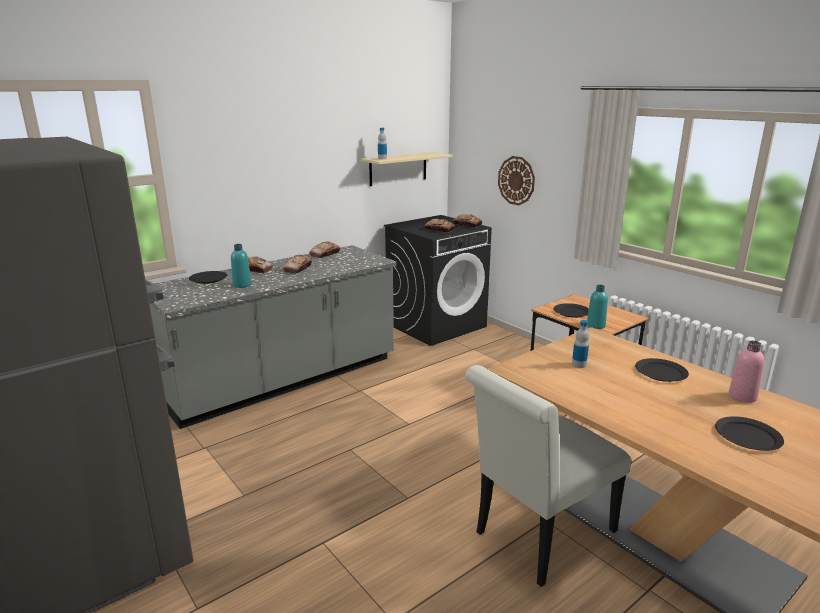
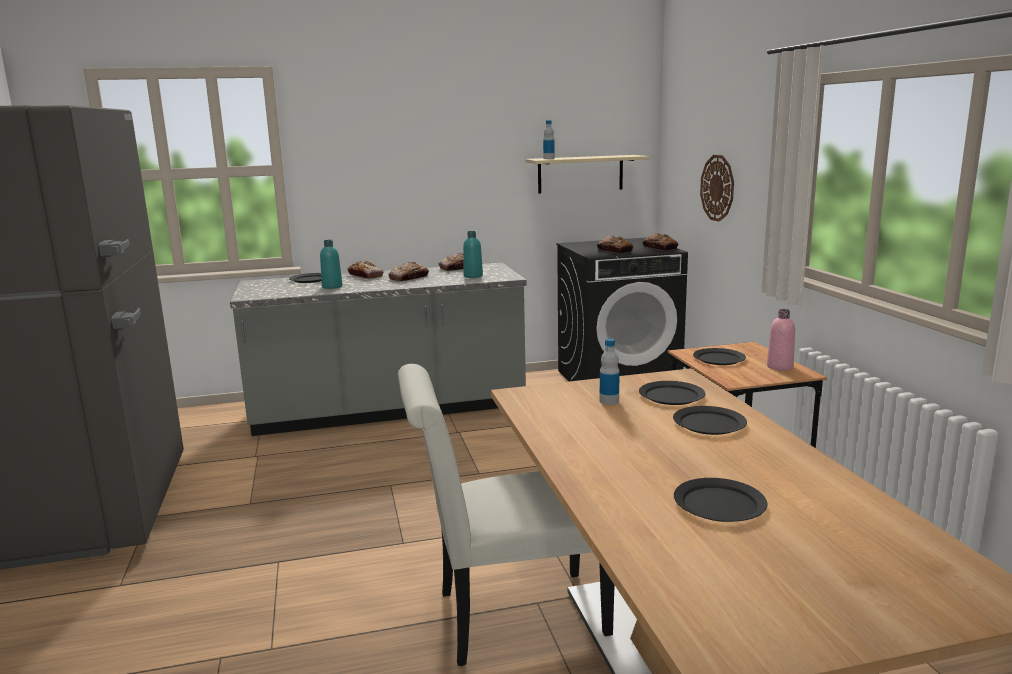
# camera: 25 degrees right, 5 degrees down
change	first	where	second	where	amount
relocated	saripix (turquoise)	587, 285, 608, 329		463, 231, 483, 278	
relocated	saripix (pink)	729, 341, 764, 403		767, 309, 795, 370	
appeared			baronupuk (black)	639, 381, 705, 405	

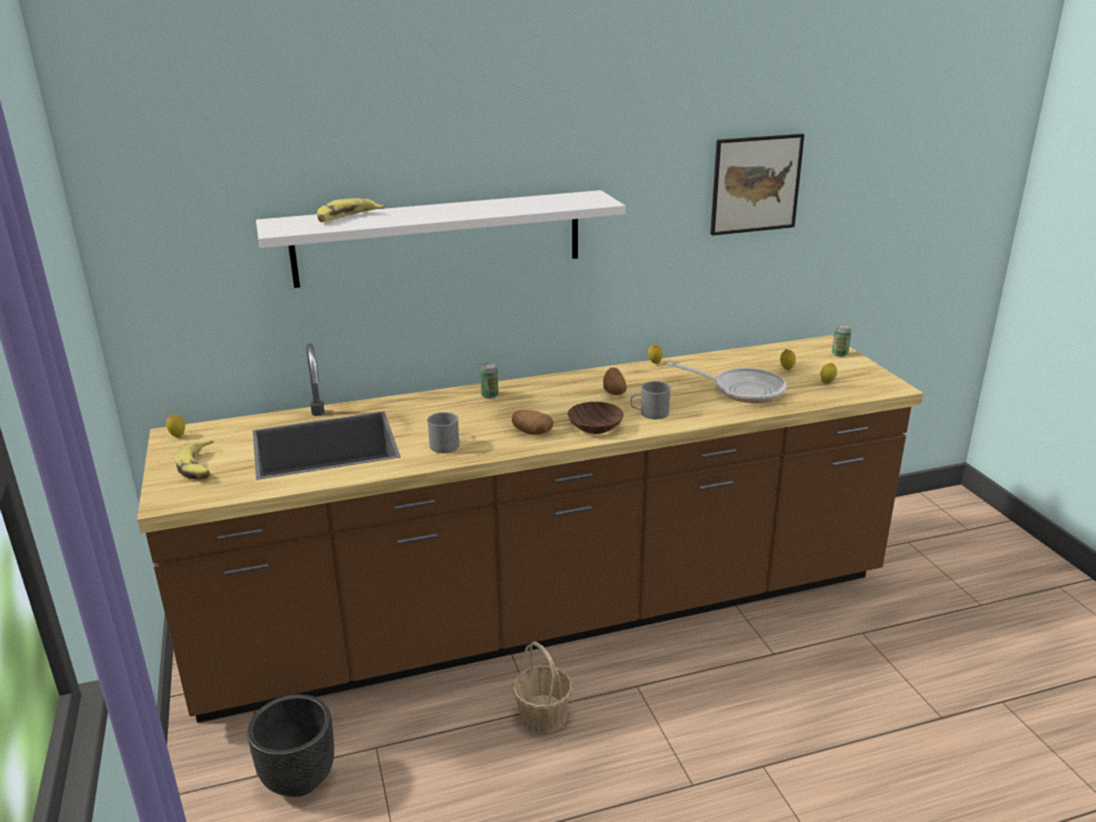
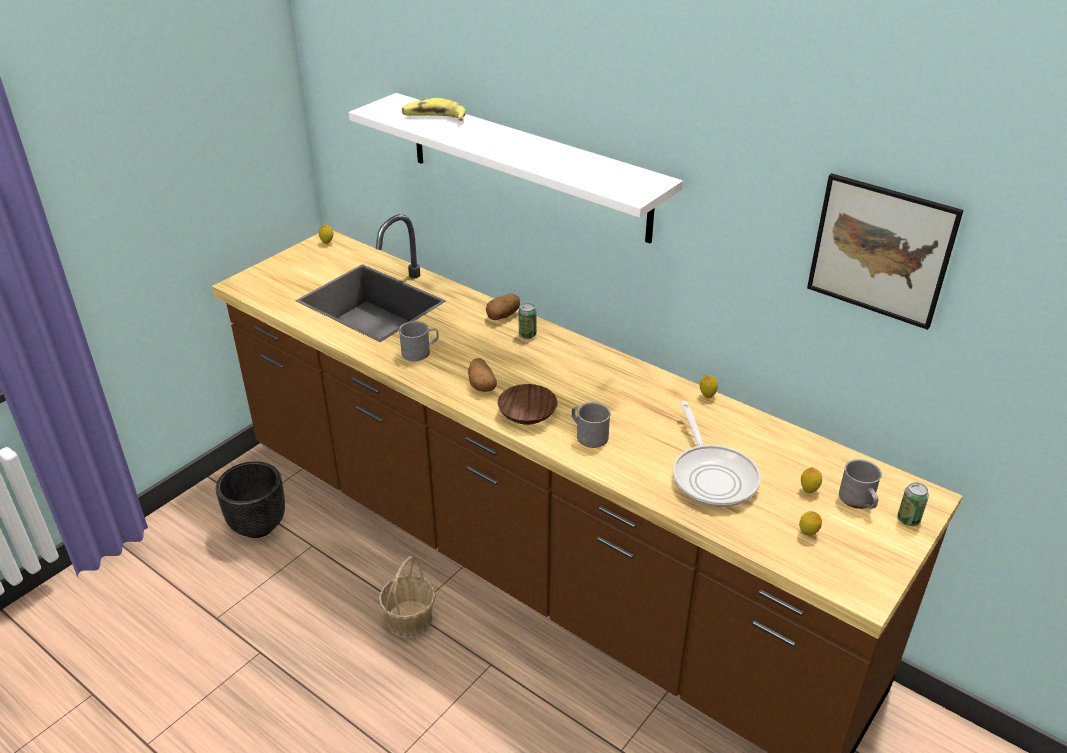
# camera: 55 degrees right, 10 degrees up
change	first	where	second	where	amount
missing	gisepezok	175, 440, 214, 479			
relocated	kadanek	603, 368, 627, 395		486, 294, 520, 320	
appeared			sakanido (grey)	839, 459, 882, 509	

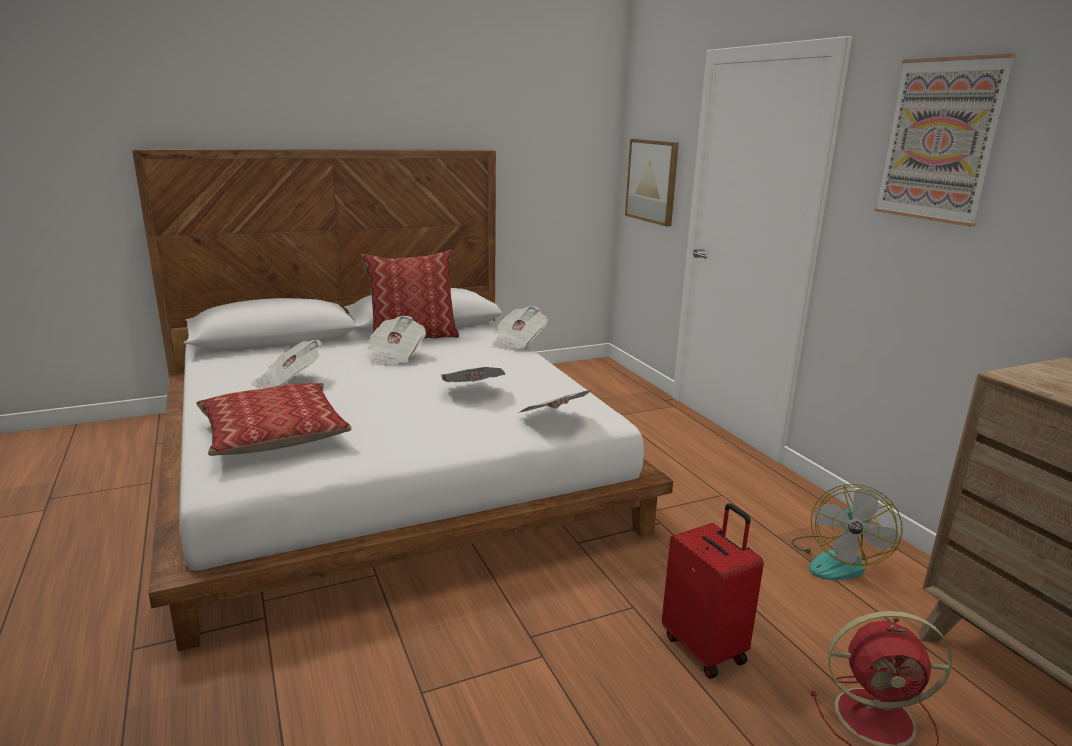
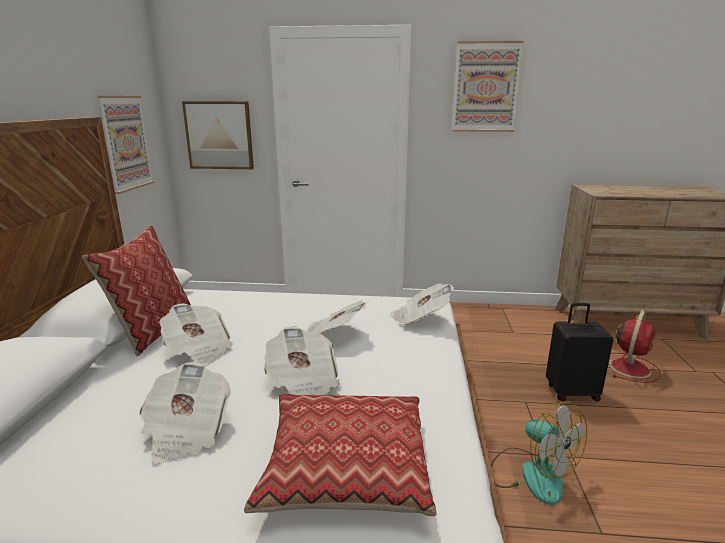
# camera: 60 degrees left, 0 degrees up
change	first	where	second	where	amount
relocated	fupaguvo	492, 306, 548, 349		264, 326, 339, 395	
colour	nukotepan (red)	662, 503, 764, 678	nukotepan (black)	546, 303, 614, 401	
relocated	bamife	791, 484, 903, 580		491, 402, 587, 505	
appeared			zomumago	98, 96, 154, 194	

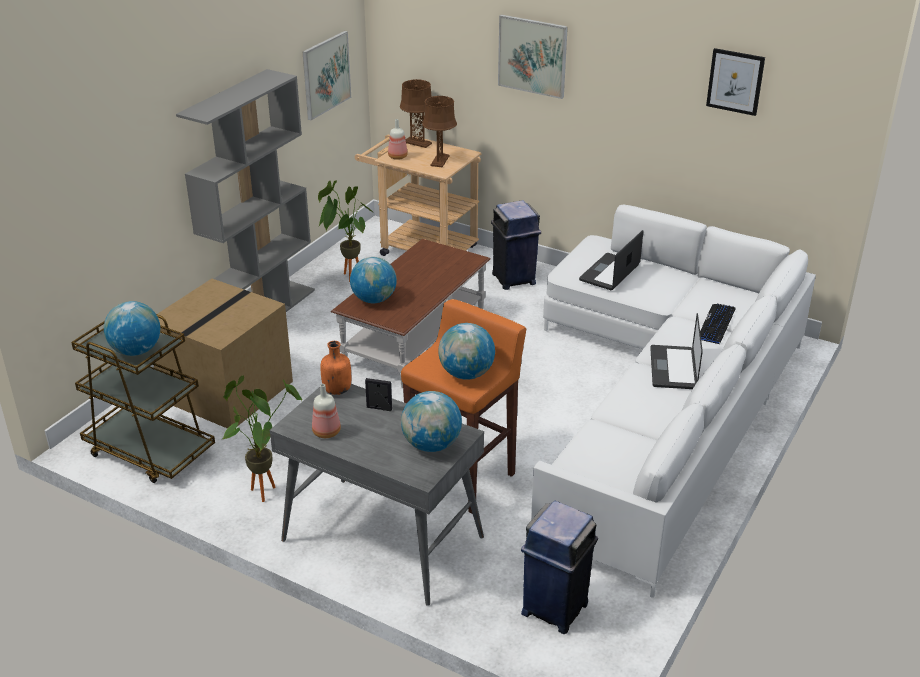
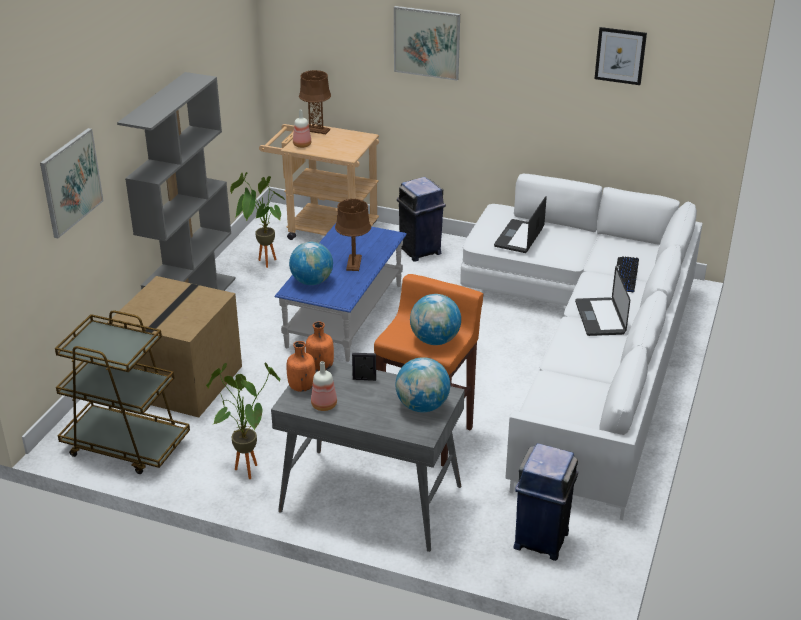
# camera: 10 degrees left, 0 degrees up
change	first	where	second	where	amount
missing	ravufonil	104, 301, 160, 356			
relocated	zomumago	302, 31, 351, 120		40, 128, 104, 238	
colour	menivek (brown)	331, 239, 491, 388	menivek (blue)	274, 223, 407, 362	
relocated	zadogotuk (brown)	422, 96, 457, 167		335, 199, 371, 271	
appeared			saripix (orange)	286, 341, 315, 392	

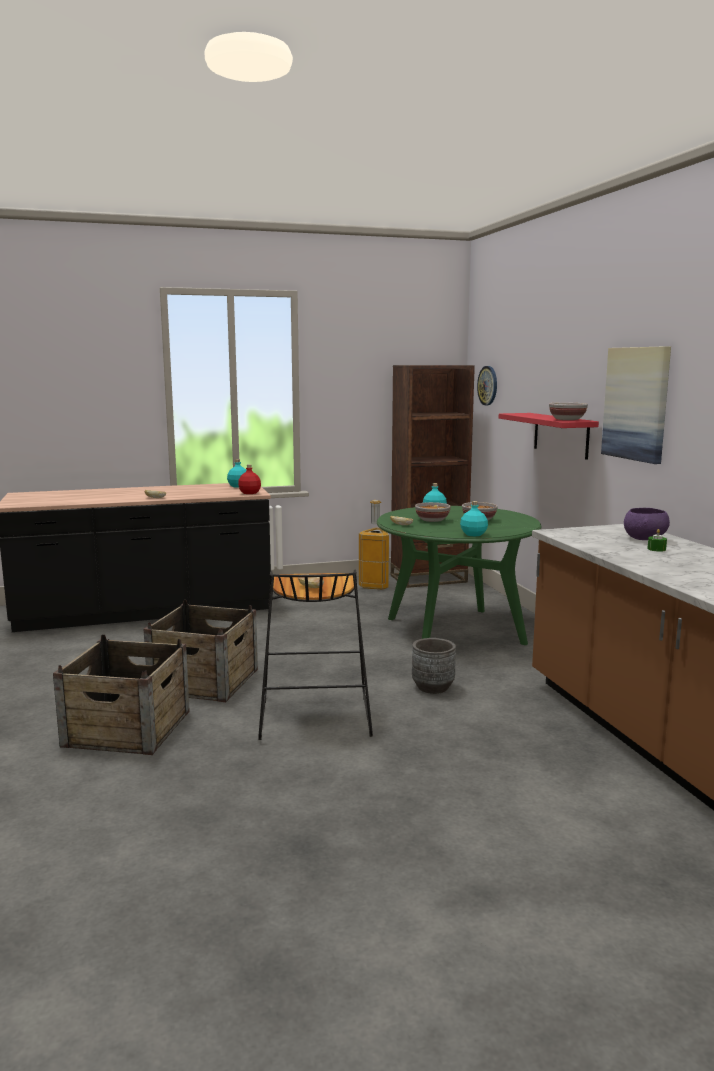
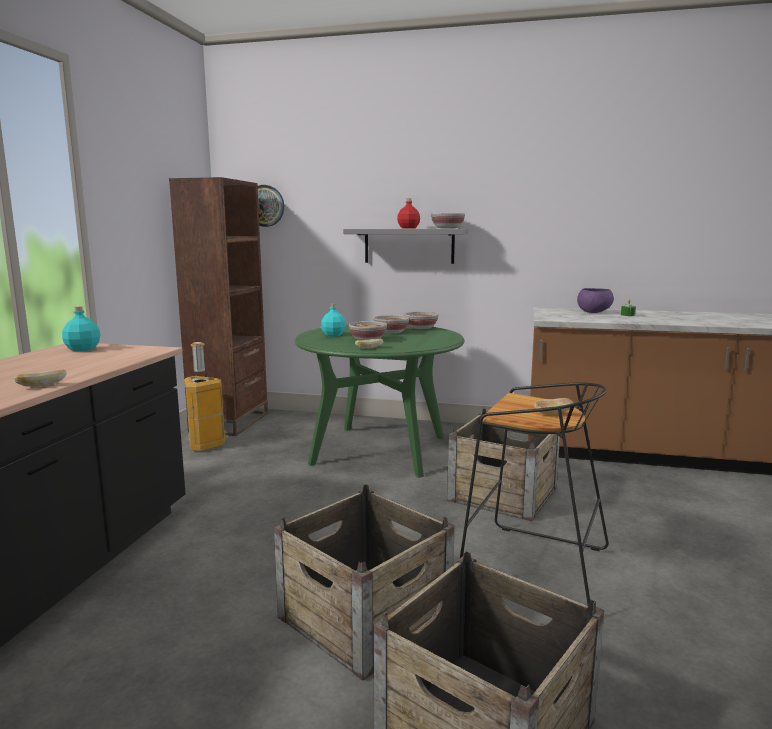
# camera: 60 degrees left, 0 degrees up
change	first	where	second	where	amount
relocated	saripix (red)	238, 464, 261, 494		397, 198, 420, 229	
exchanged	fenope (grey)	412, 638, 456, 694	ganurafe	447, 409, 560, 521	
missing	saripix (turquoise)	460, 501, 488, 536			
colour	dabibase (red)	499, 413, 599, 460	dabibase (grey)	343, 229, 468, 264	
missing	zomumago	601, 346, 671, 464			
appeared			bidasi	404, 312, 438, 329	

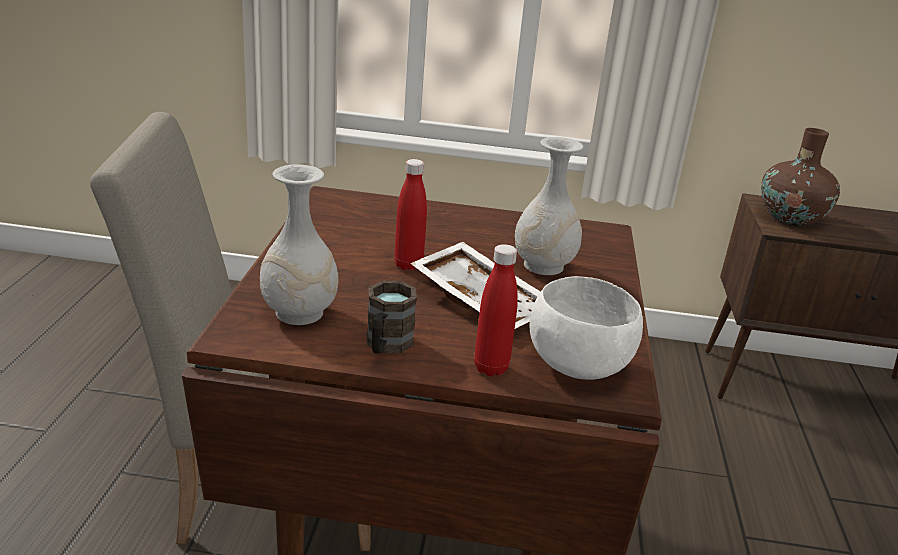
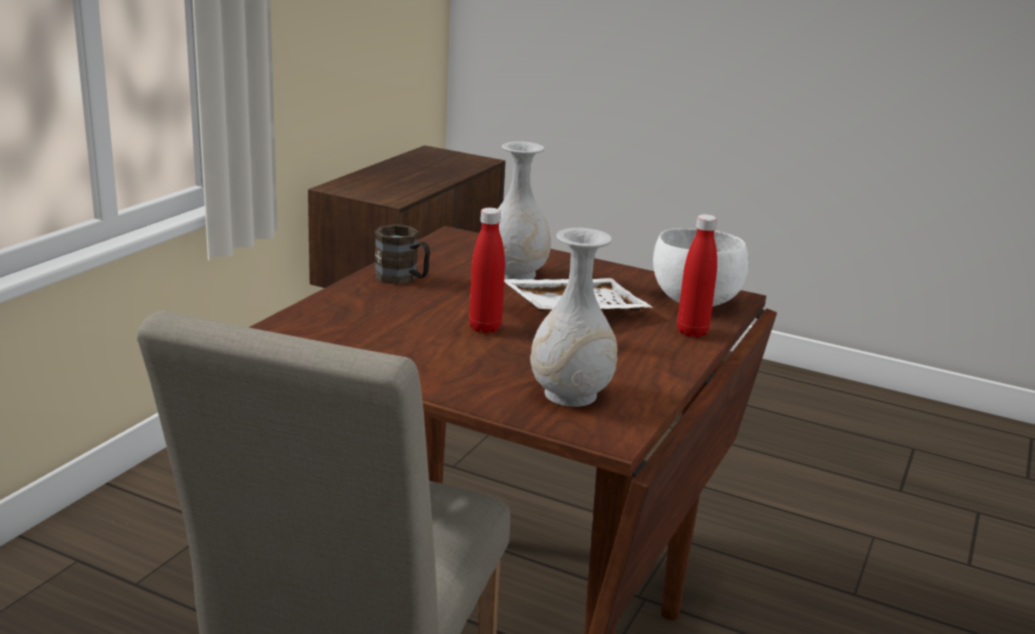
# camera: 70 degrees left, 5 degrees down
change	first	where	second	where	amount
relocated	sakanido (brown)	367, 281, 417, 354		374, 224, 430, 284	
missing	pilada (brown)	761, 128, 840, 226			

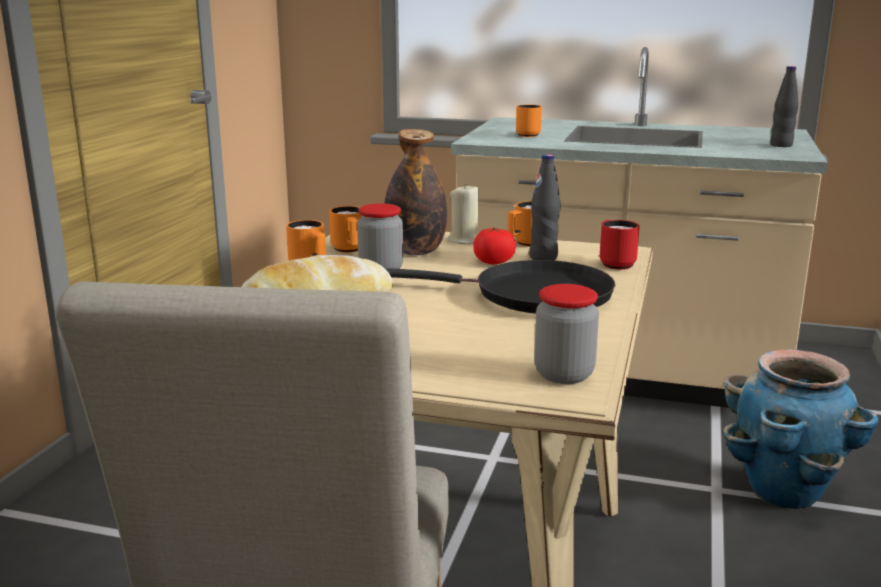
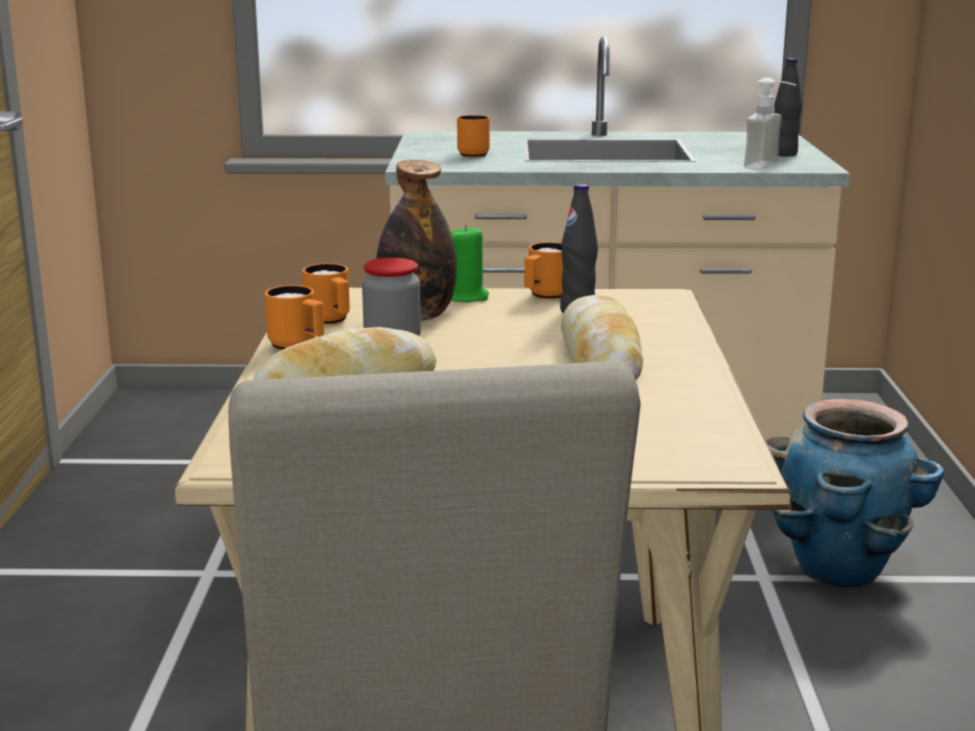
# camera: 15 degrees left, 0 degrees up
change	first	where	second	where	amount
exchanged	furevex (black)	386, 260, 615, 314	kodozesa	561, 295, 643, 380	
colour	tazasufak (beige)	447, 183, 479, 244	tazasufak (green)	451, 225, 489, 302	
missing	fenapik	473, 228, 516, 264			
missing	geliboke	534, 284, 599, 384			
missing	sakanido (red)	600, 220, 640, 270			
appeared			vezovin	744, 78, 797, 170	

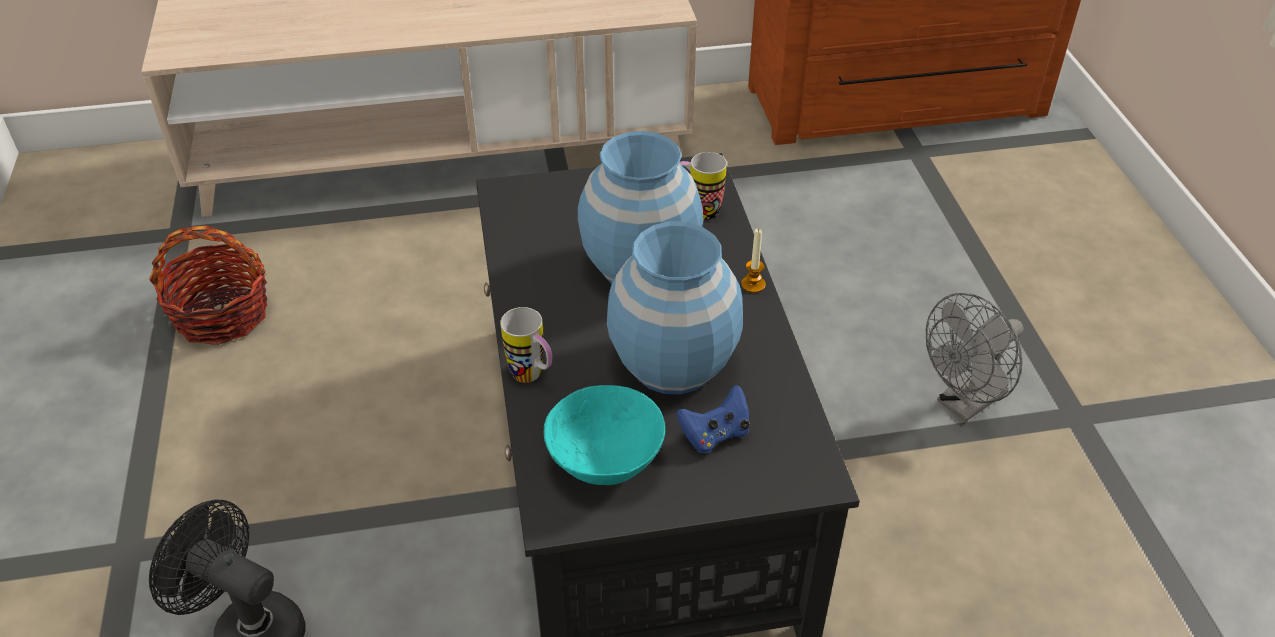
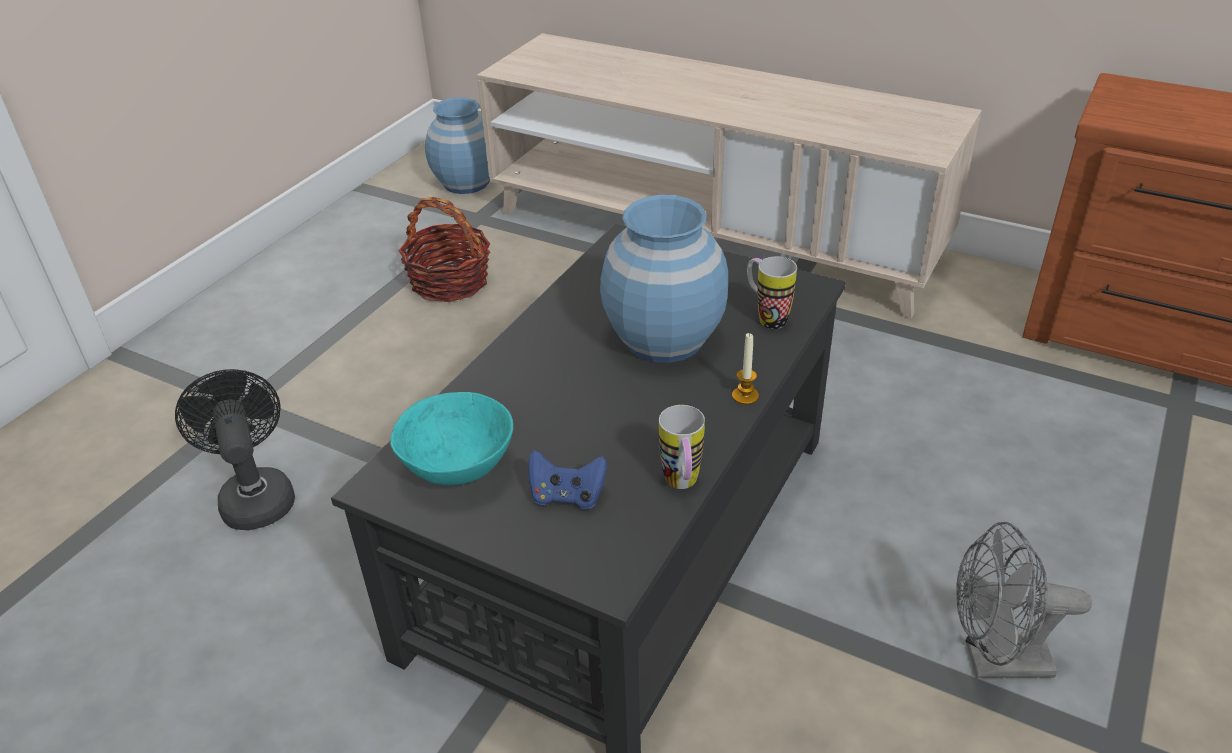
# camera: 40 degrees right, 5 degrees down
change	first	where	second	where	amount
relocated	sakanido	500, 307, 552, 383		659, 405, 705, 489	
relocated	pilada (blue)	607, 221, 743, 394		425, 97, 489, 194	

